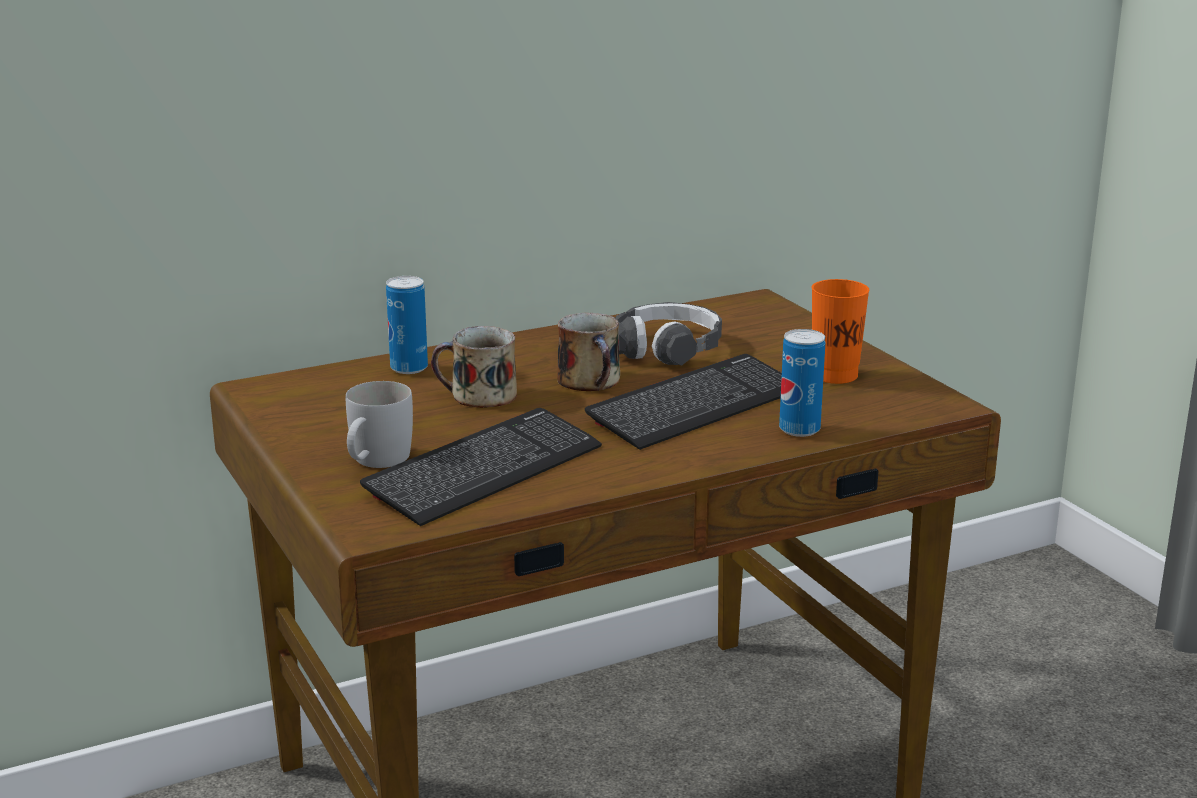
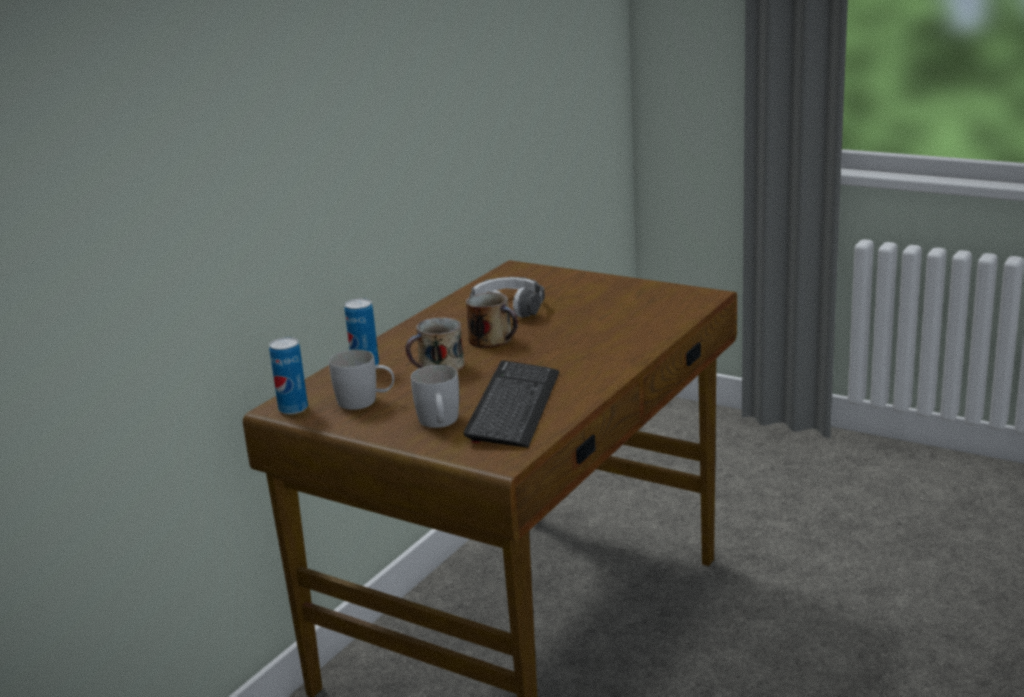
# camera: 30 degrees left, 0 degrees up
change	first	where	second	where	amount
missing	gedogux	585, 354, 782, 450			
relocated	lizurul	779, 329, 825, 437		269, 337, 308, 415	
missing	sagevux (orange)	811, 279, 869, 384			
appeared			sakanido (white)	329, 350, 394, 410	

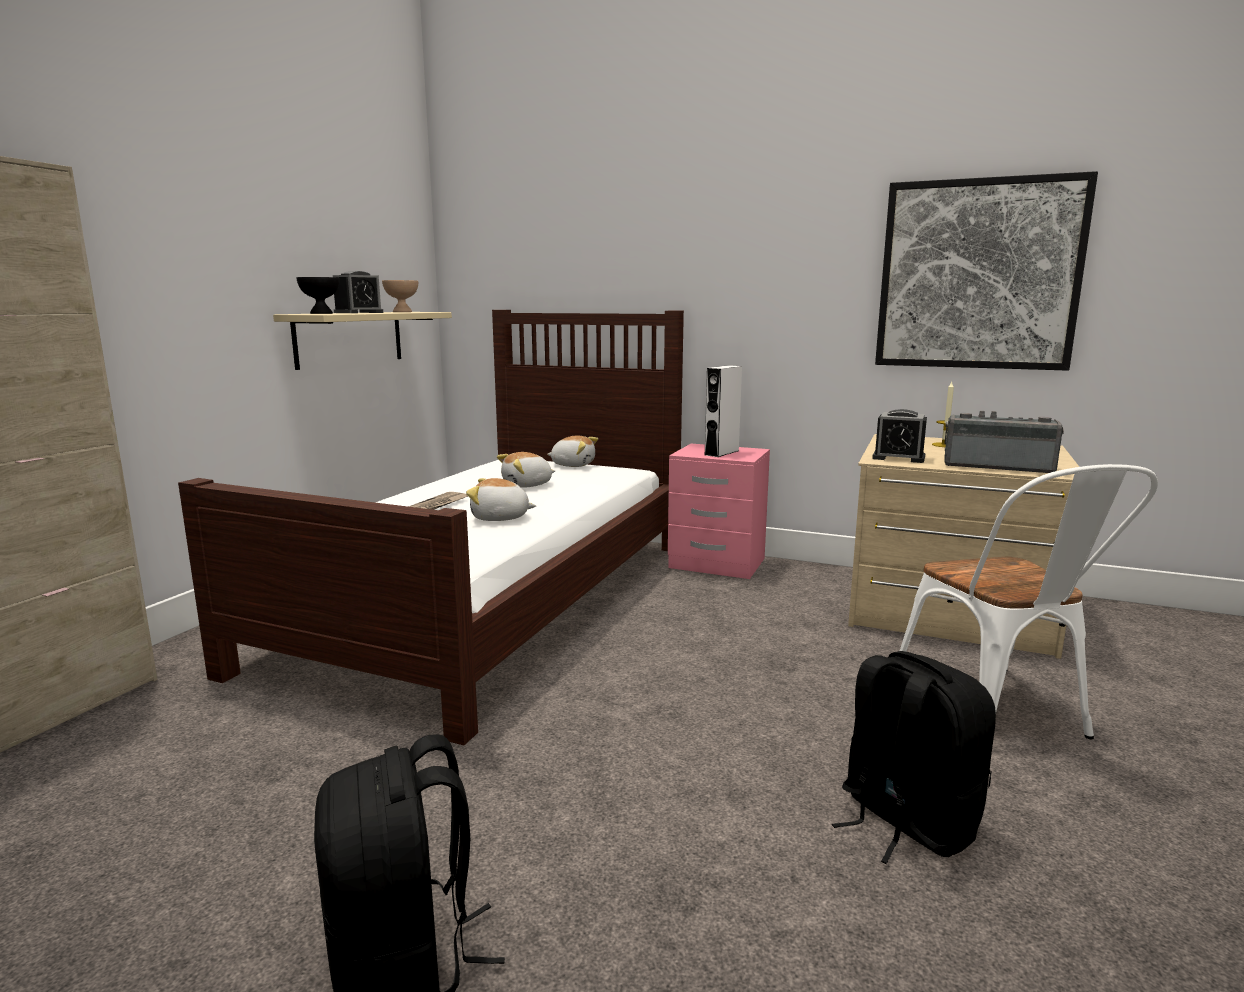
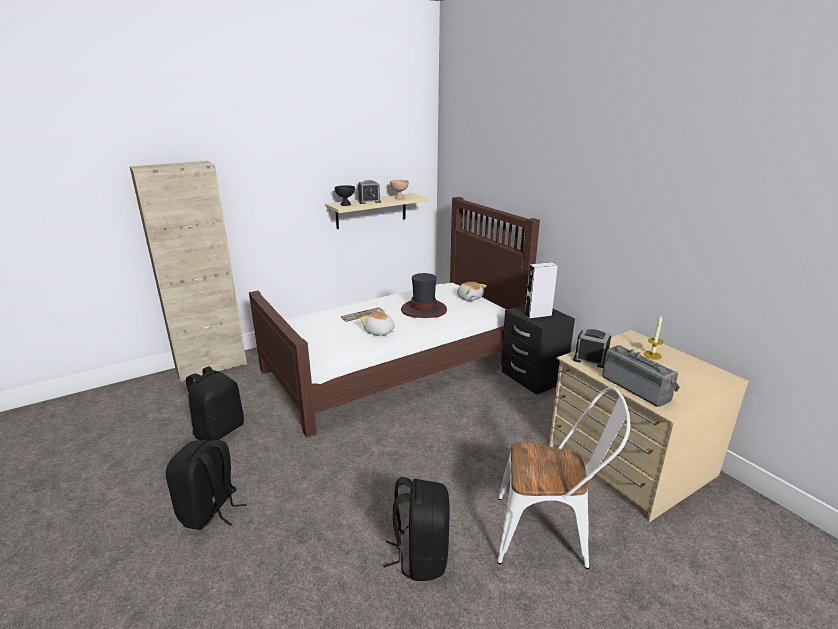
# camera: 35 degrees right, 10 degrees up
change	first	where	second	where	amount
exchanged	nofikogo	497, 452, 555, 488	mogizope	401, 273, 447, 318	
colour	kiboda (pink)	668, 444, 770, 579	kiboda (black)	501, 304, 575, 395	
spun	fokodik	872, 409, 927, 463		573, 328, 611, 368	150 degrees clockwise
missing	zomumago	875, 171, 1098, 371			
spun	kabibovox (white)	900, 464, 1158, 739		497, 387, 630, 569	105 degrees counterclockwise
appeared			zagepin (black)	186, 366, 244, 440	

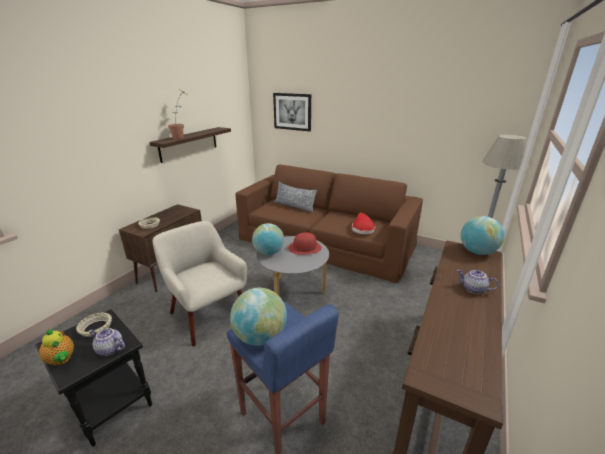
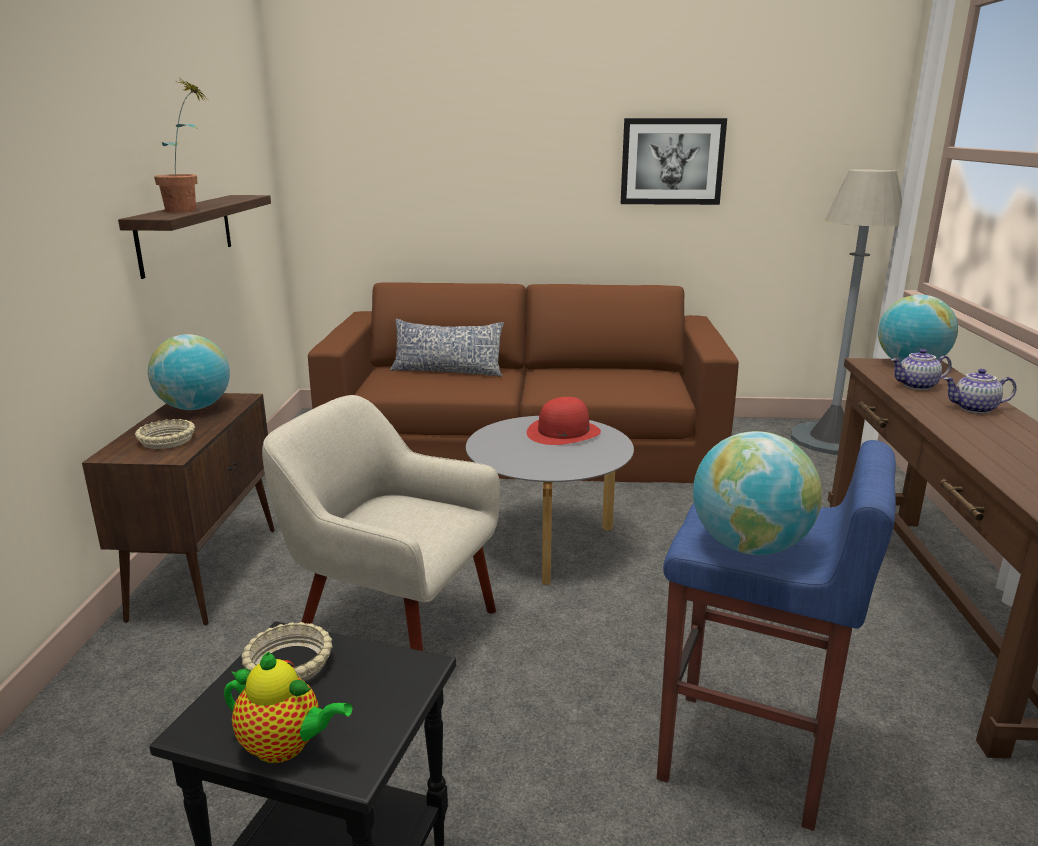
# camera: 25 degrees left, 5 degrees down
change	first	where	second	where	amount
relocated	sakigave	88, 328, 125, 356		891, 349, 952, 390	
relocated	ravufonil	252, 223, 284, 255		148, 334, 230, 410	
relocated	zomumago	273, 93, 311, 131		621, 118, 727, 205	
missing	mogizope (red)	352, 213, 375, 234			

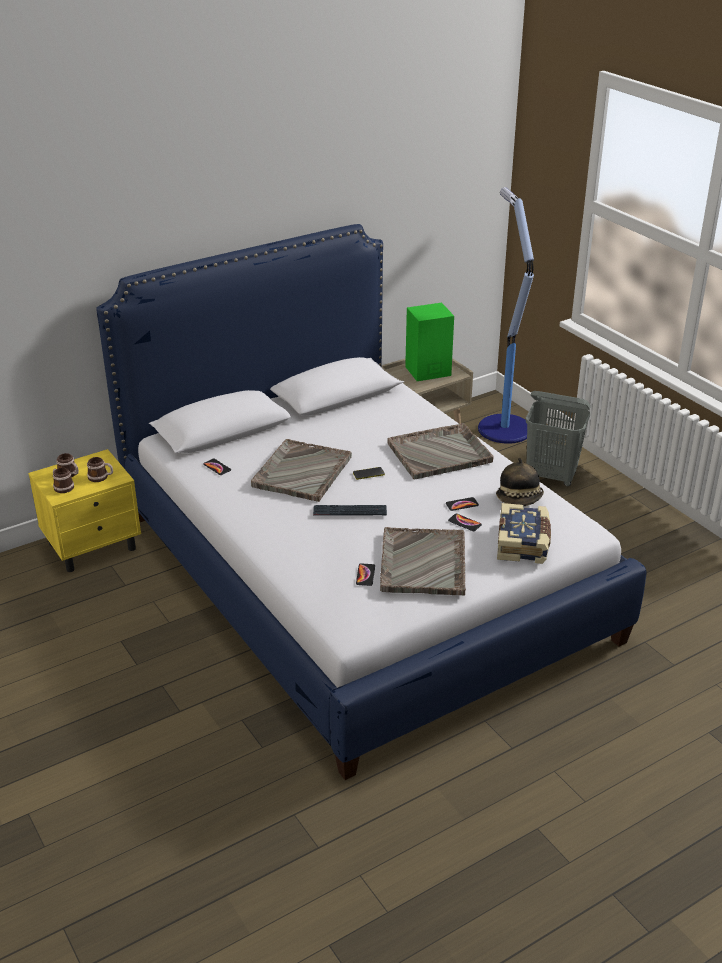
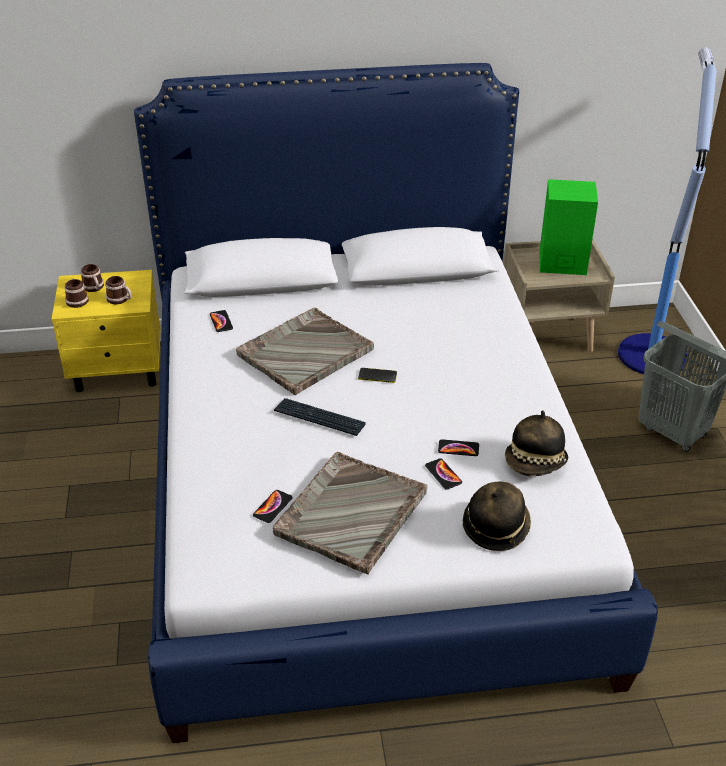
# camera: 25 degrees right, 5 degrees up
change	first	where	second	where	amount
missing	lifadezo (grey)	387, 423, 494, 479			
exchanged	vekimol	497, 503, 551, 564	mogizope	463, 482, 531, 551	

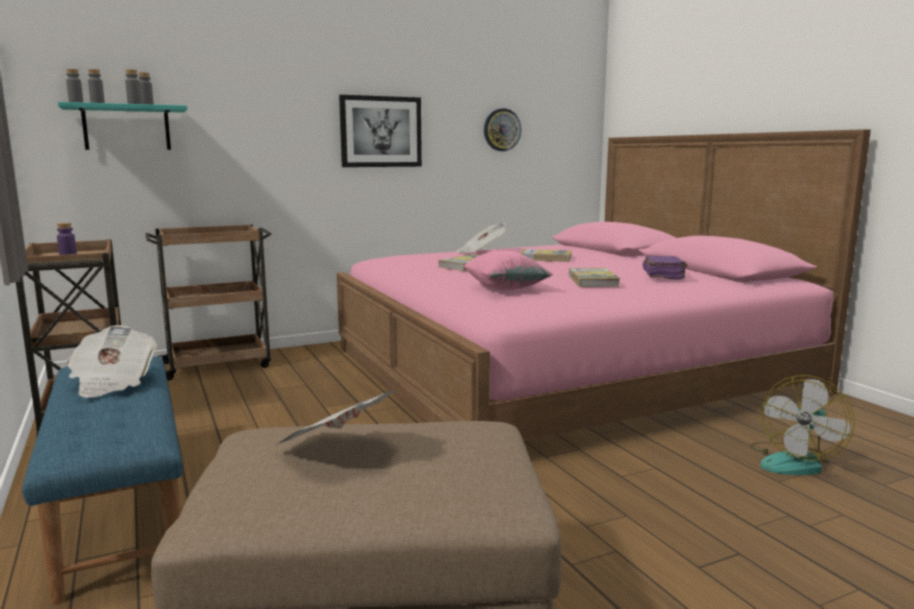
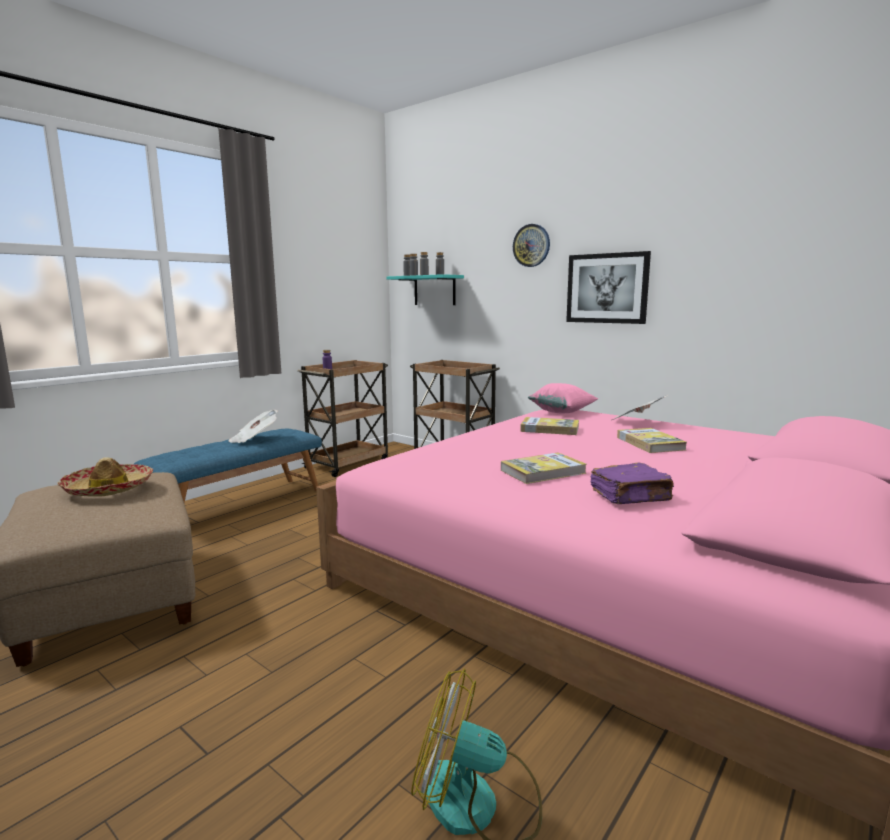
# camera: 65 degrees right, 0 degrees up
change	first	where	second	where	amount
exchanged	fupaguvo	273, 391, 395, 446	mogizope	57, 457, 153, 497	
relocated	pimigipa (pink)	463, 250, 553, 291		528, 383, 599, 413	
relocated	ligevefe	484, 108, 522, 151		513, 224, 550, 267	

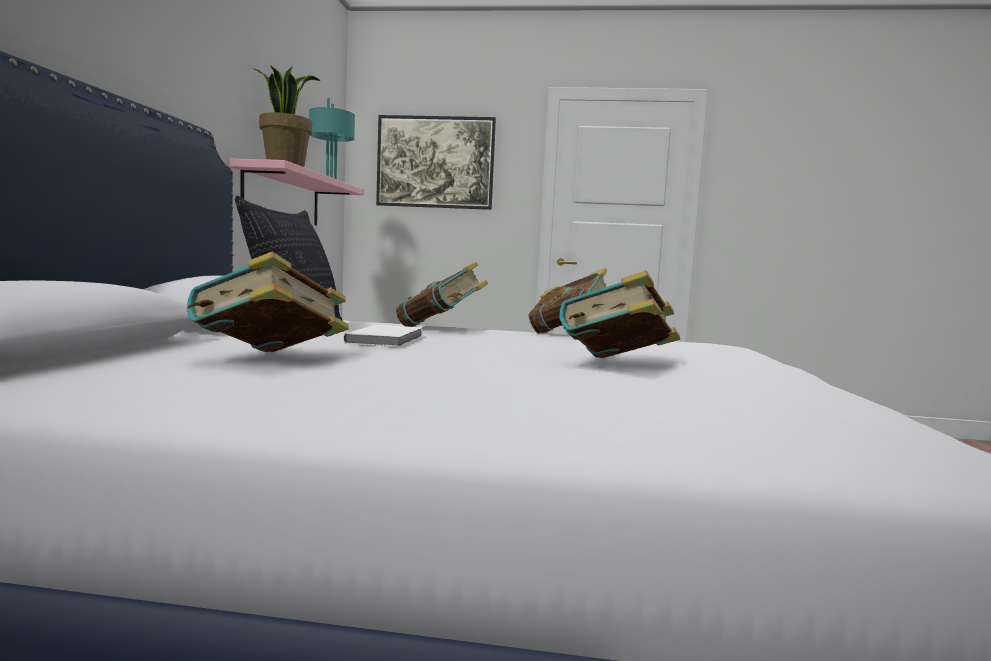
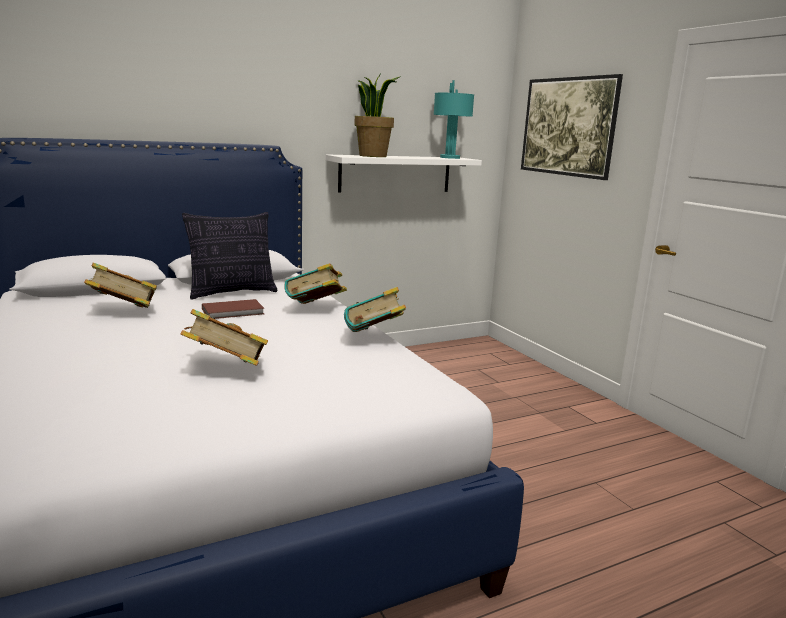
# camera: 55 degrees right, 10 degrees up
change	first	where	second	where	amount
colour	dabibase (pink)	230, 158, 363, 225	dabibase (white)	326, 154, 482, 193	
colour	vekimol (white)	343, 325, 422, 347	vekimol (brown)	202, 299, 264, 319	

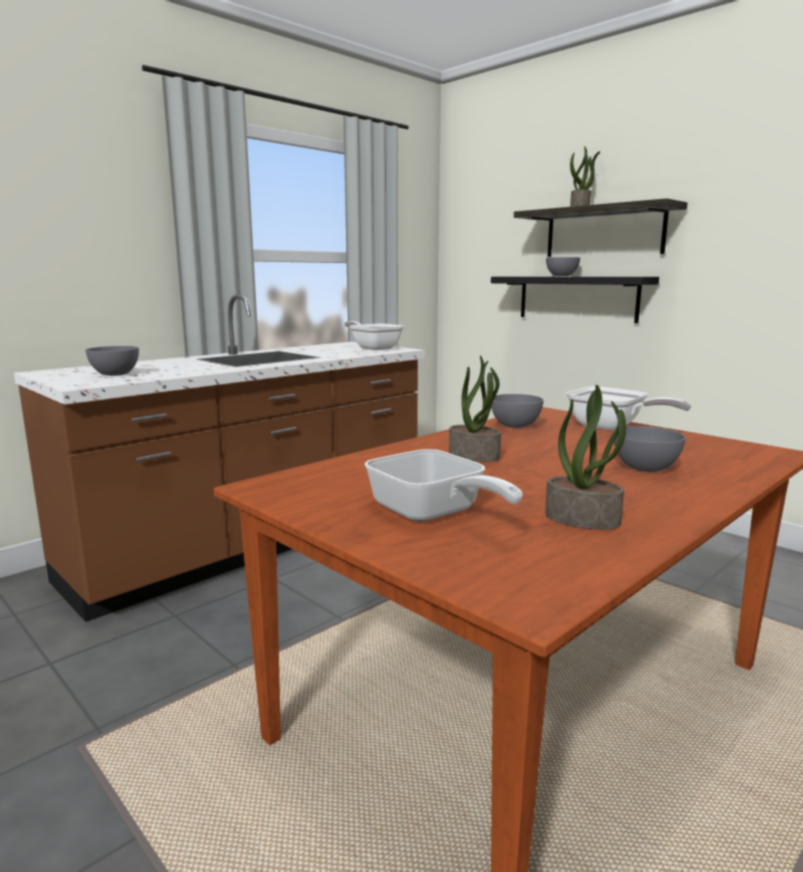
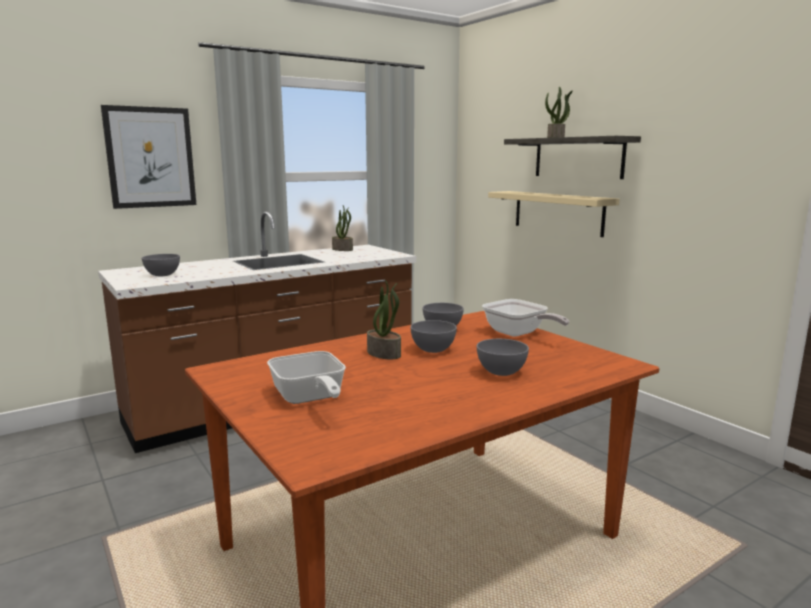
# camera: 10 degrees right, 0 degrees up
change	first	where	second	where	amount
missing	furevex	344, 321, 404, 350			
colour	dabibase (black)	491, 277, 659, 323	dabibase (beige)	488, 191, 620, 237	
relocated	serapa	545, 385, 626, 530		332, 205, 353, 251	
relocated	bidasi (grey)	546, 257, 580, 276		410, 320, 457, 353	
appeared			zomumago	101, 105, 196, 209	

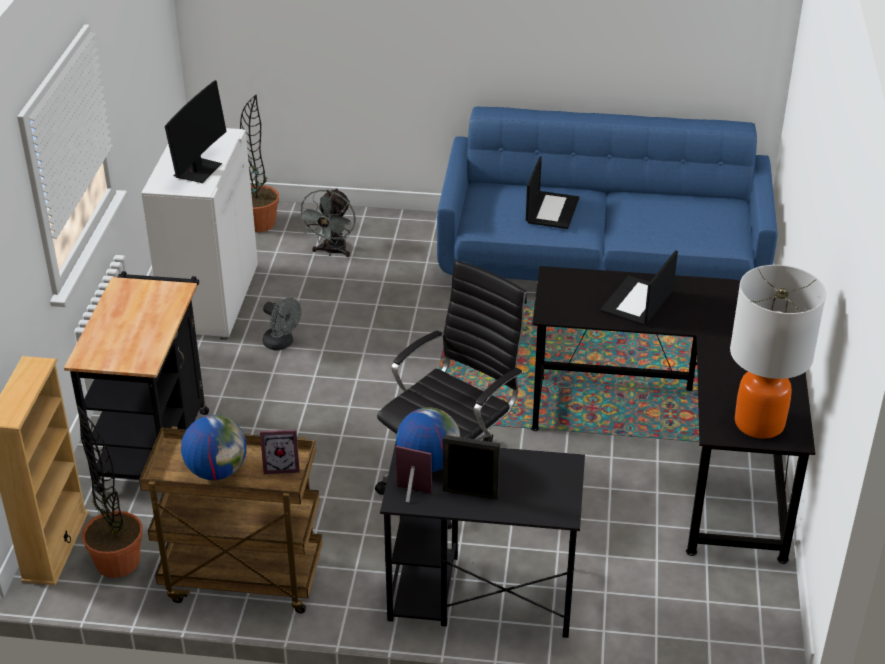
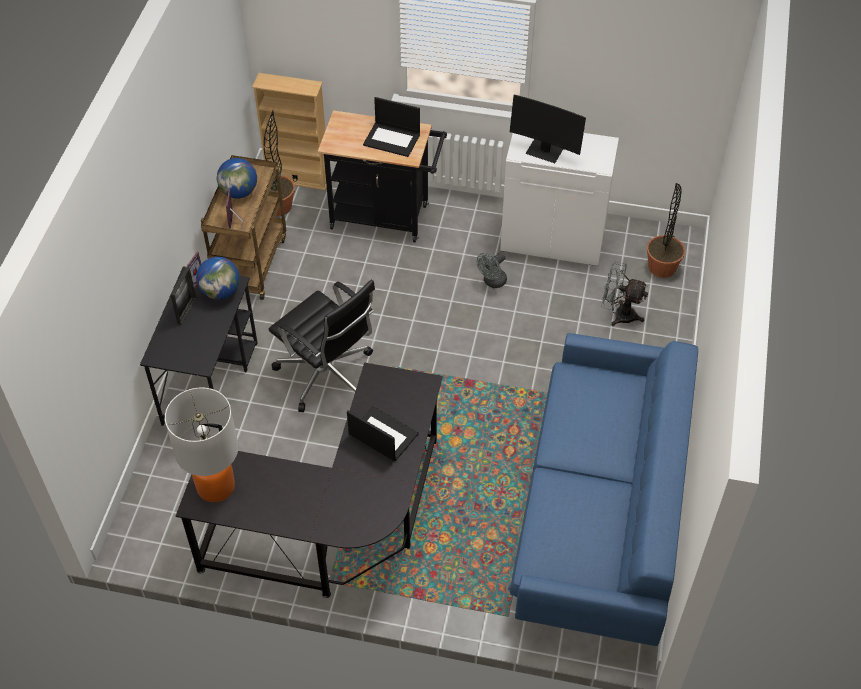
# camera: 95 degrees right, 15 degrees up
change	first	where	second	where	amount
relocated	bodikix	526, 157, 579, 229		363, 97, 420, 157	

